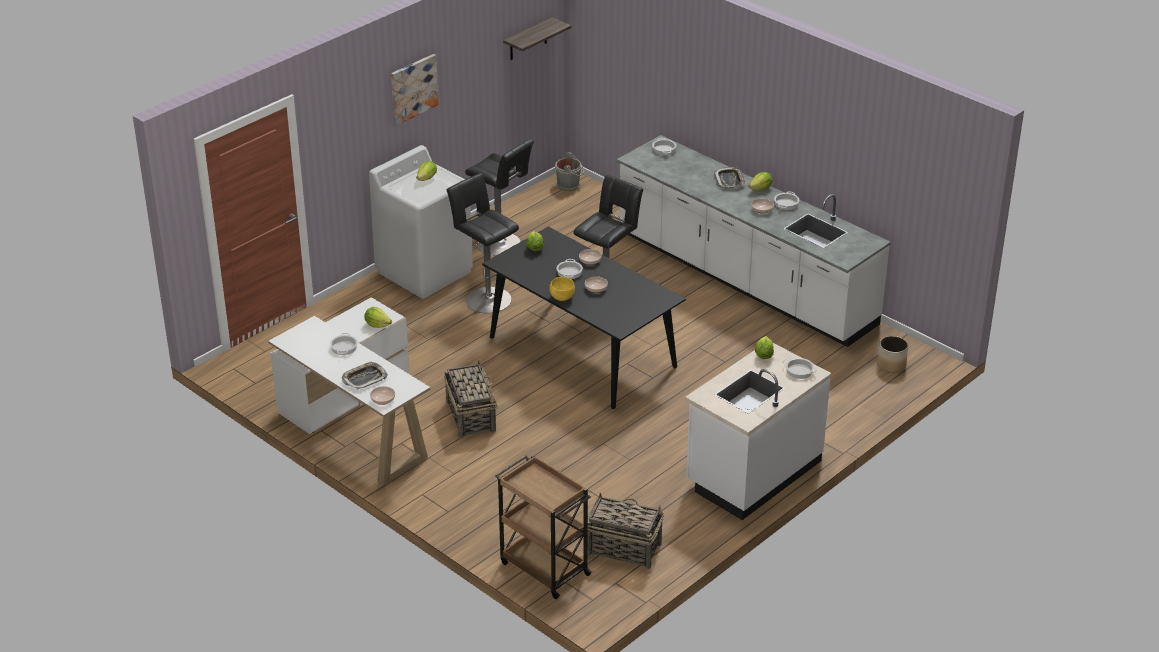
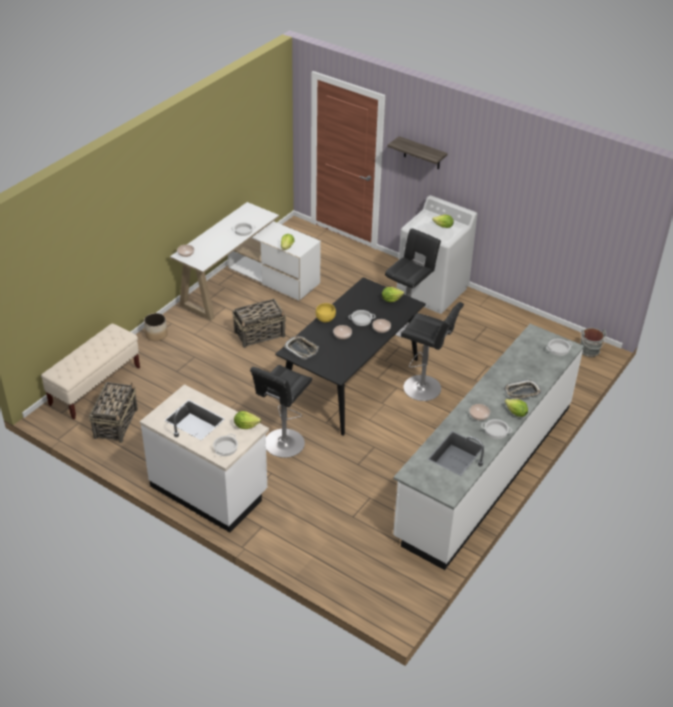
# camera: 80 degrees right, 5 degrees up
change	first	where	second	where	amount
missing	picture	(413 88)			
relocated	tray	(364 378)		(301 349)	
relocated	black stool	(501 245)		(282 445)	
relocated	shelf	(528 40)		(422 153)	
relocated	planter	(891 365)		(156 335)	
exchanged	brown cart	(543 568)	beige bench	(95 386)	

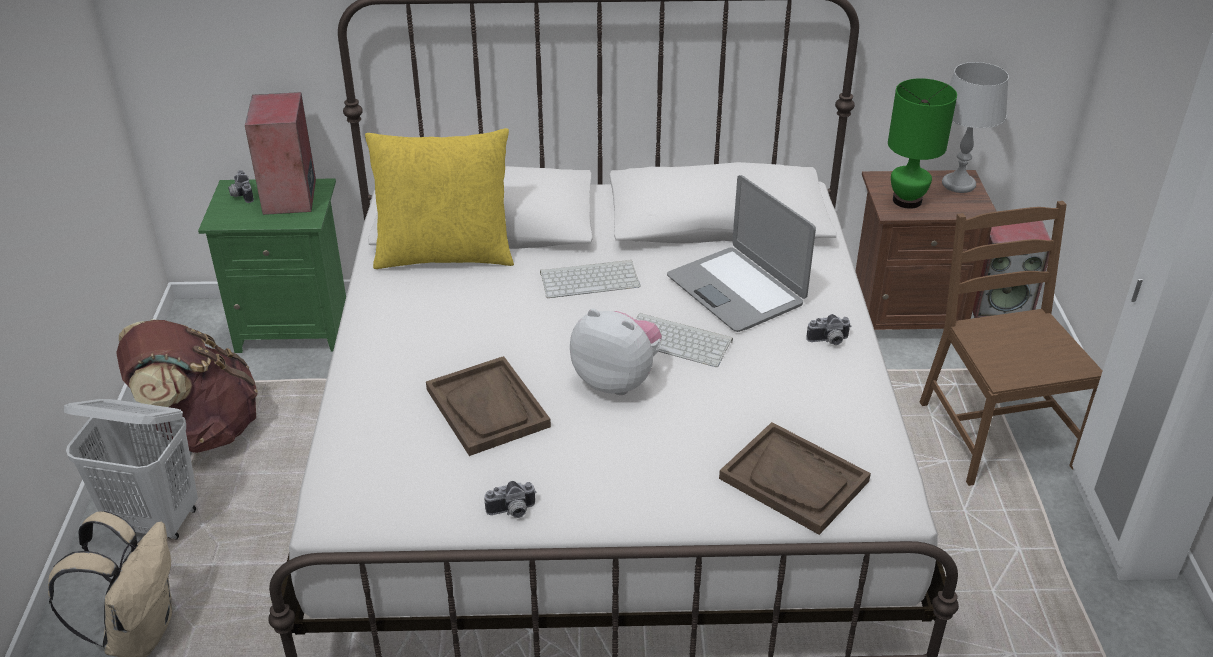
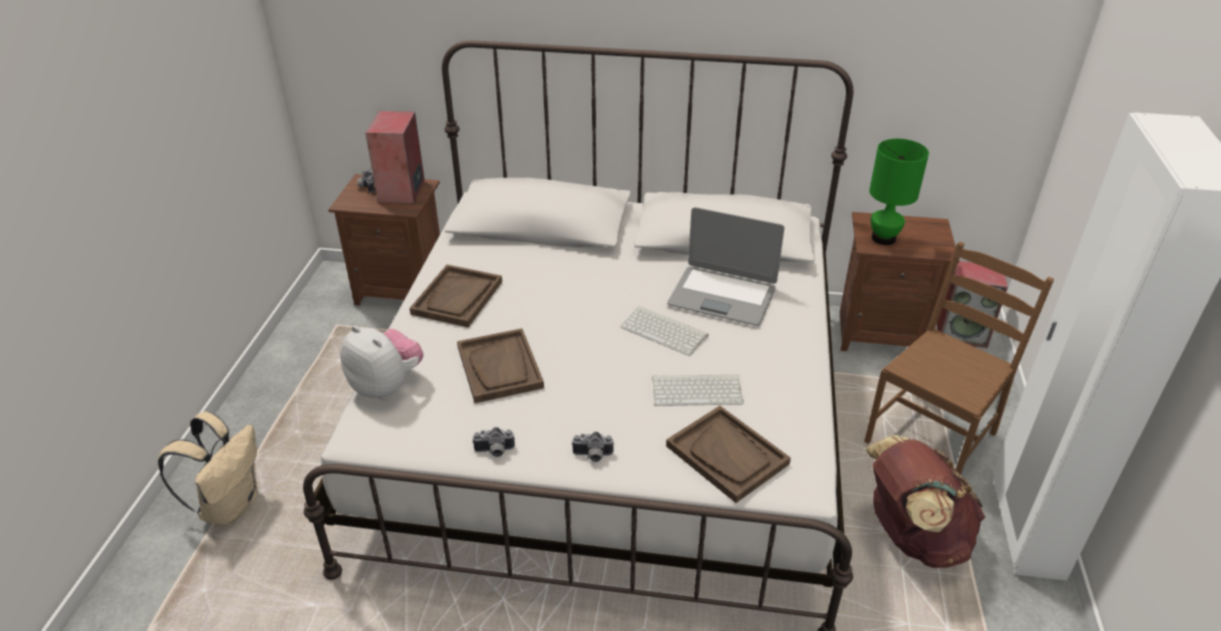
# camera: 10 degrees right, 0 degrees up
change	first	where	second	where	amount
missing	white laundry basket	(156 521)			
missing	yellow pillow	(445 254)			
missing	grey table lamp	(958 184)			
appeared			brown tray	(457 298)	
relocated	brown backpack	(201 429)		(912 536)	
relocated	keyboard	(590 279)		(698 390)	
relocated	plush toy	(617 380)		(387 386)	
relocated	photo camera	(829 341)		(592 456)	
colour	green nightstand	(294 326)	brown nightstand	(402 289)	
spun	laptop	(736 290)		(722 296)	45 degrees counterclockwise
spun	brown chair	(993 434)		(932 437)	45 degrees clockwise

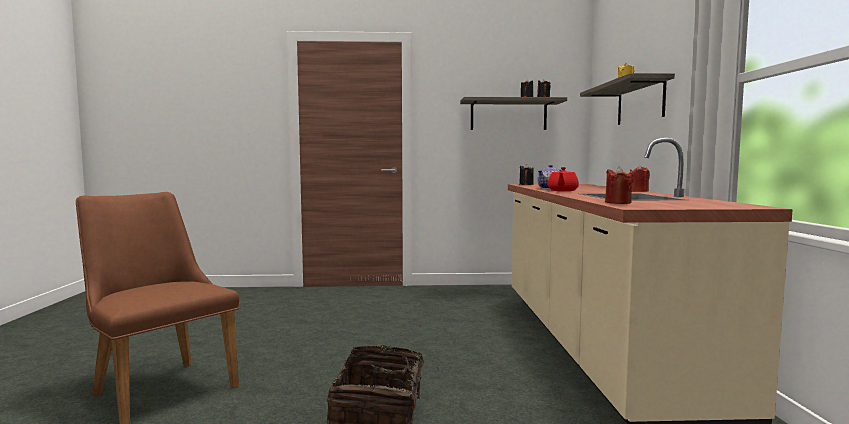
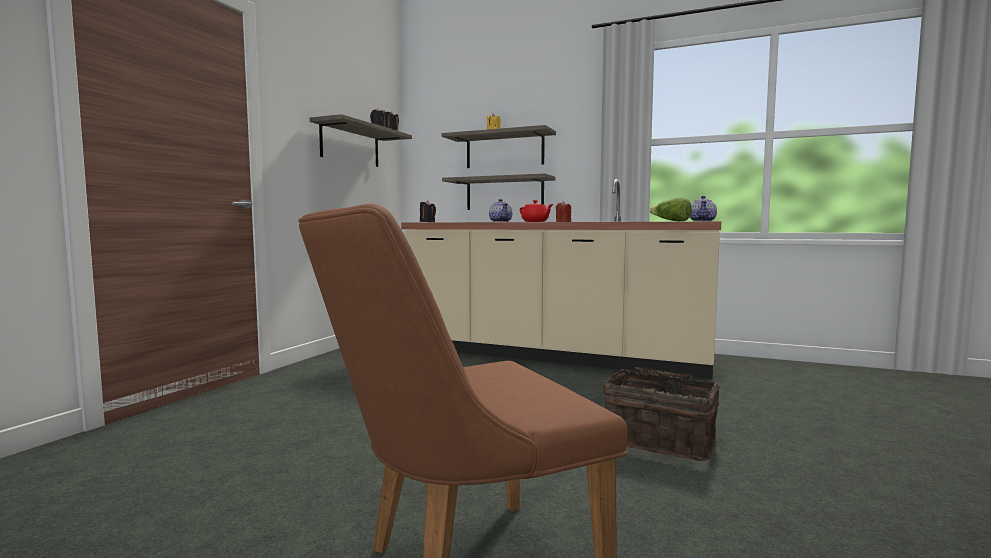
# camera: 65 degrees left, 0 degrees up
change	first	where	second	where	amount
appeared			shelf	(504 194)	
appeared			teapot	(702 221)	
exchanged	red candle	(618 203)	lettuce	(671 221)	

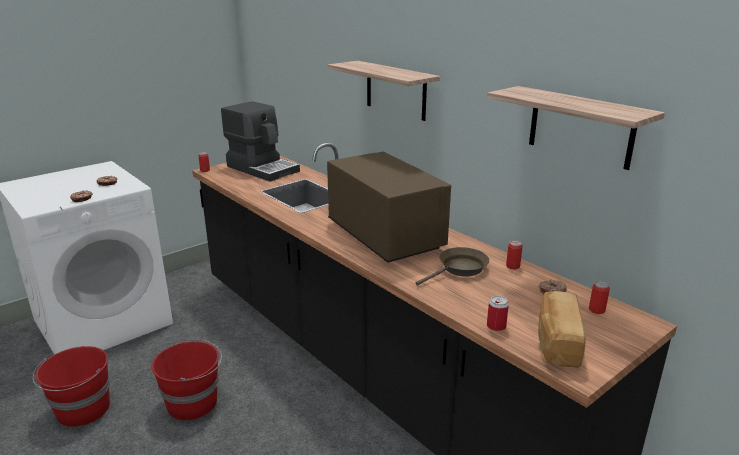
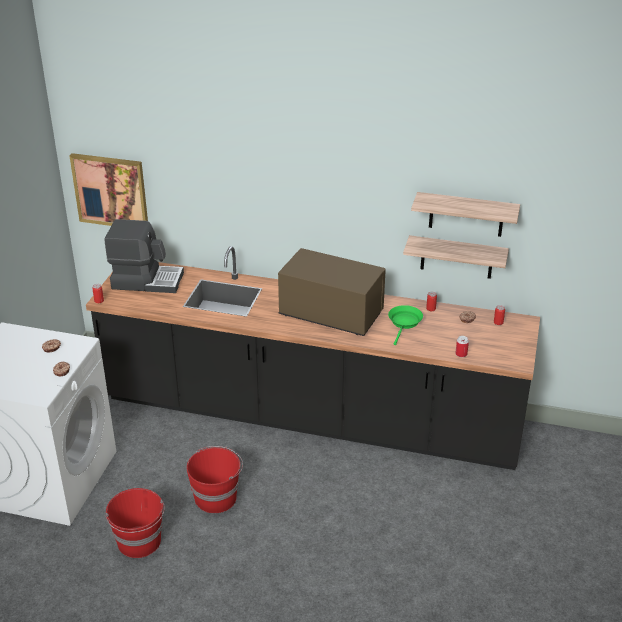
# camera: 35 degrees left, 10 degrees up
change	first	where	second	where	amount
missing	bread	(556 343)			
appeared			picture	(110 191)	
relocated	shelf	(395 90)		(456 257)	
colour	brown frying pan	(460 269)	green frying pan	(404 323)	

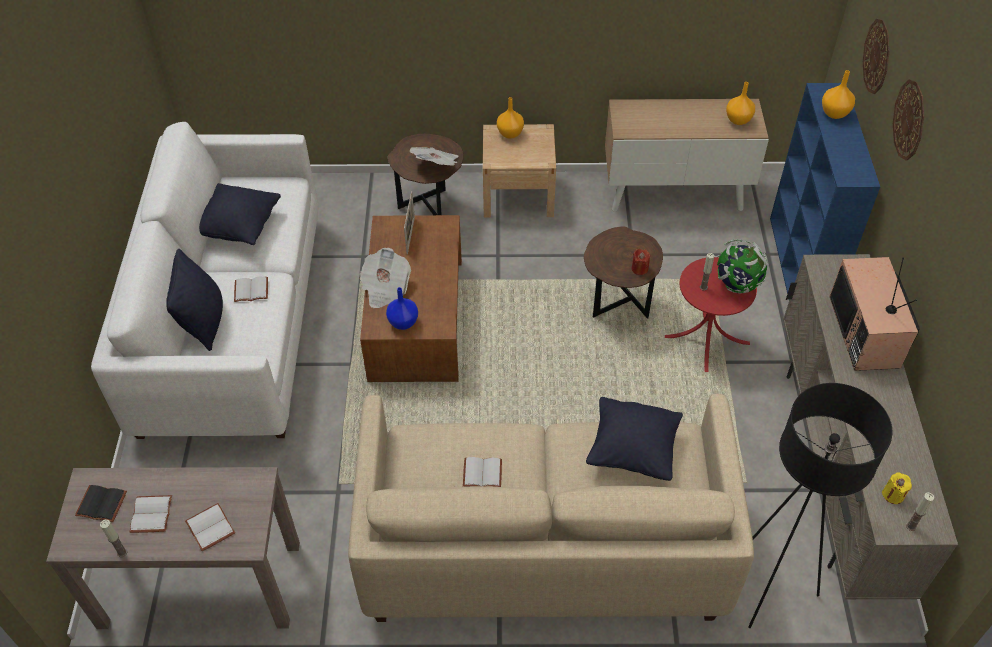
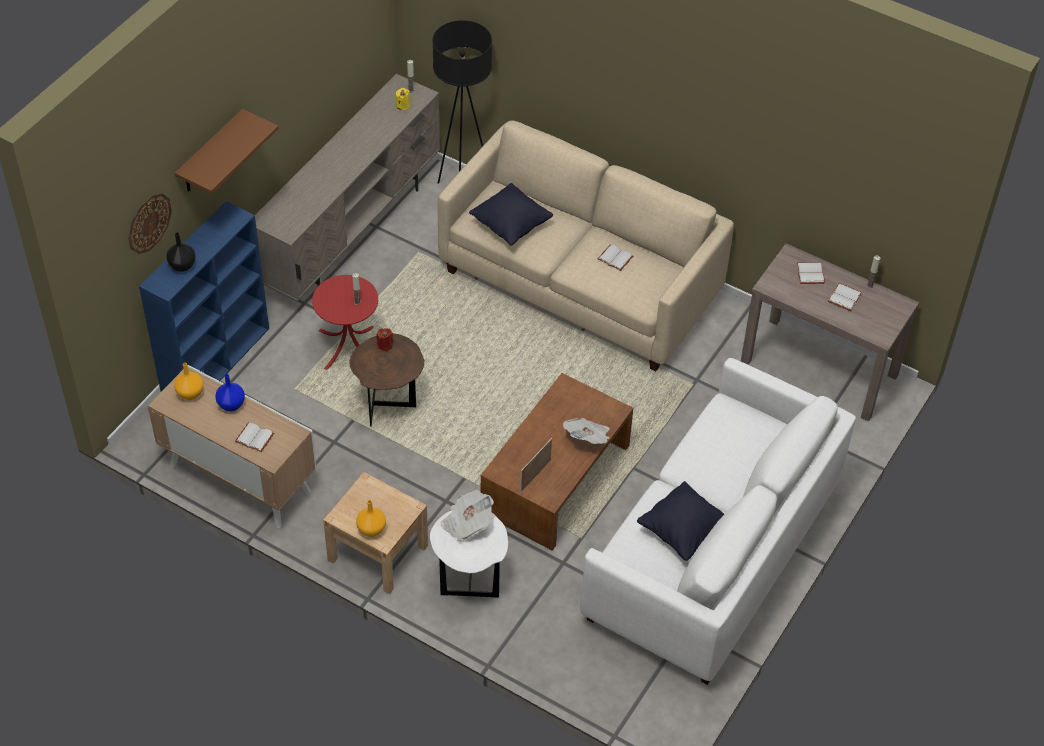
# camera: 150 degrees left, 0 degrees up
change	first	where	second	where	amount
missing	black book	(100 505)			
missing	black pillow	(203 322)			
missing	globe	(737 284)			
missing	television	(866 332)			
relocated	white book	(252 289)		(253 438)	
relocated	blue vase	(403 323)		(231 404)	
exchanged	wall clock	(909 120)	brown shelf	(210 153)	
colour	brown side table	(430 209)	white side table	(469 581)	
colour	orange vase	(834 113)	black vase	(183 265)	

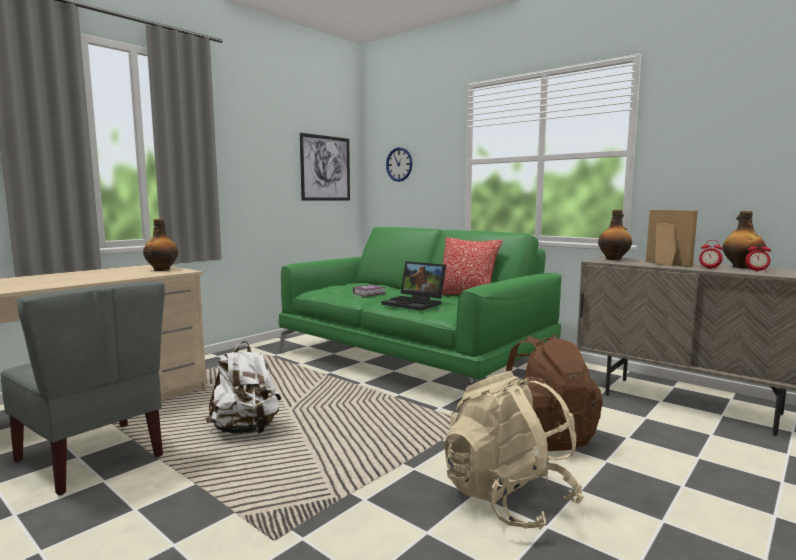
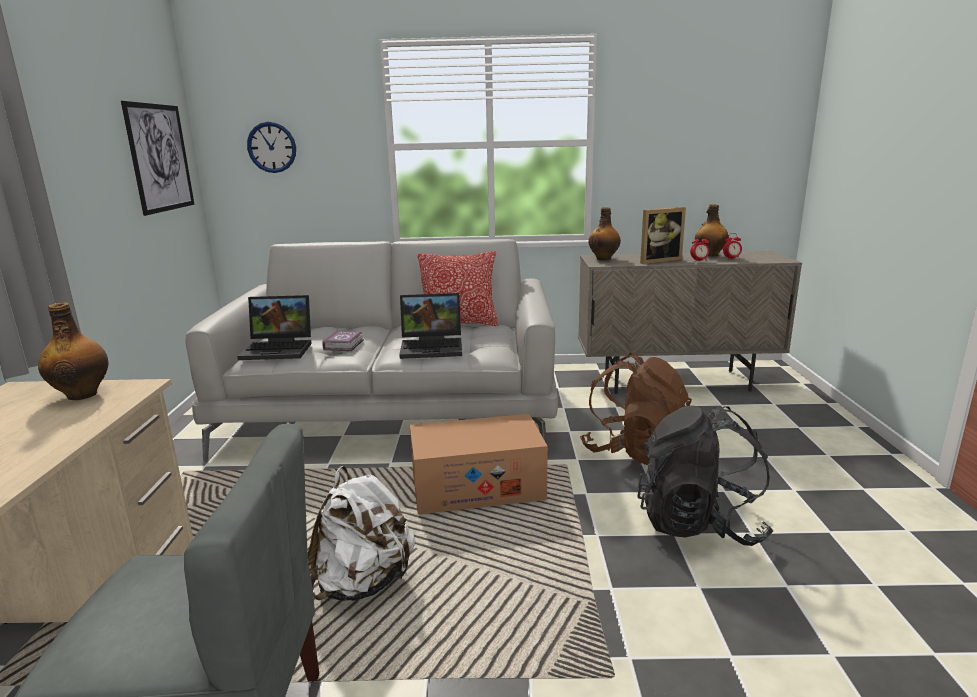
# camera: 40 degrees left, 10 degrees up
change	first	where	second	where	amount
appeared			laptop	(280 349)	
appeared			cardboard box	(477 488)	
colour	green sofa	(413 358)	grey sofa	(395 411)	
colour	beige backpack	(508 499)	black backpack	(699 524)	
spun	picture frame	(664 264)		(657 260)	135 degrees clockwise

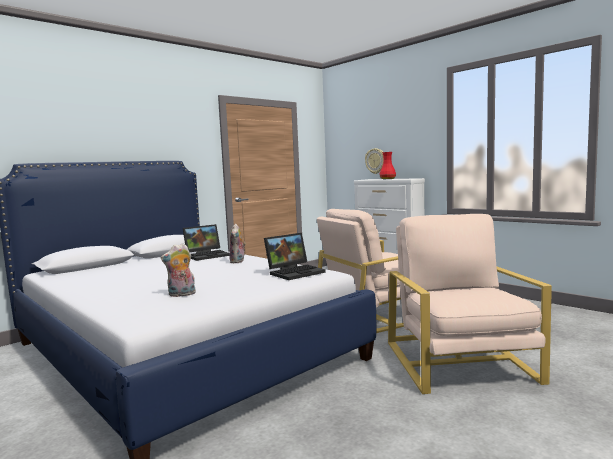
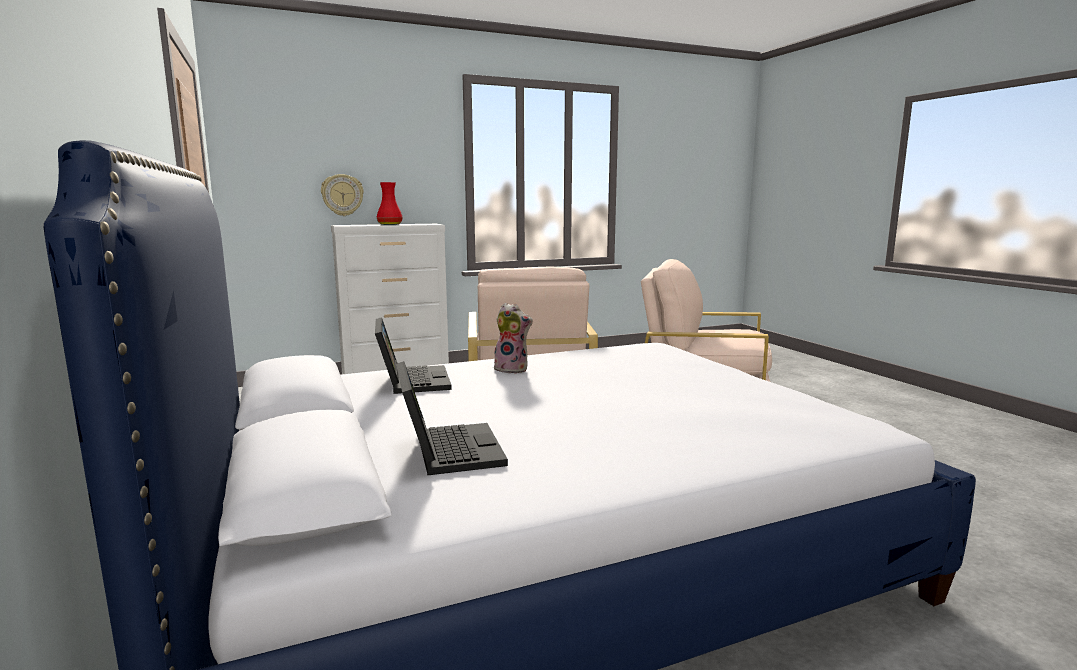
# camera: 70 degrees left, 5 degrees up
change	first	where	second	where	amount
missing	plush toy	(181 295)			
relocated	laptop	(295 272)		(447 450)	

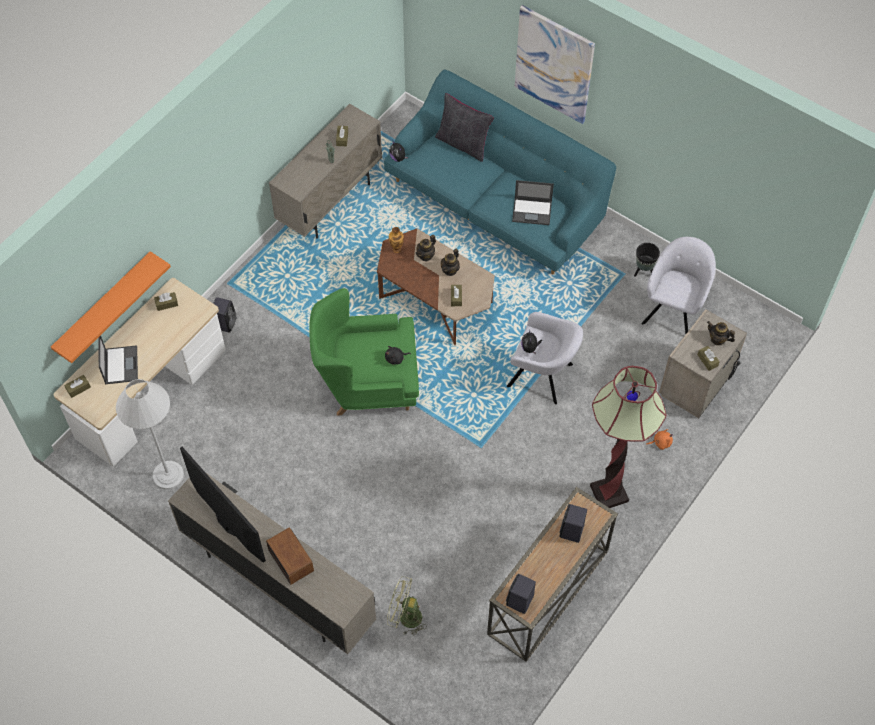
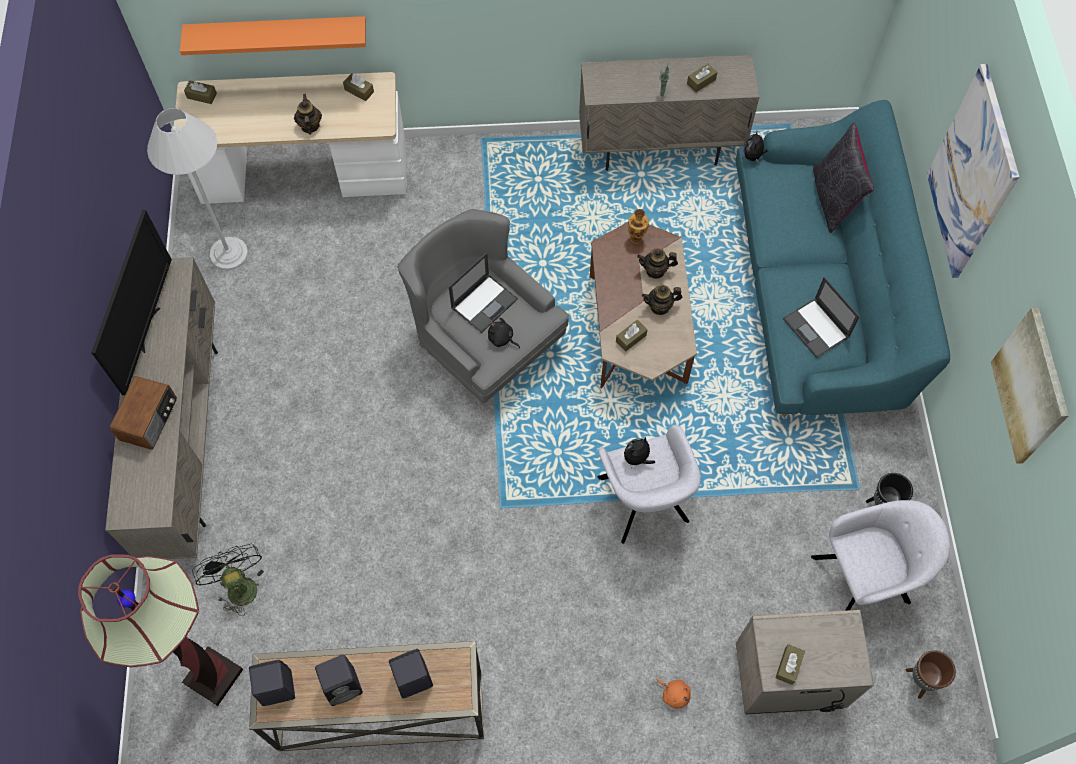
# camera: 50 degrees right, 5 degrees up
change	first	where	second	where	amount
appeared			brown planter	(920 681)	
appeared			picture	(1030 387)	
relocated	laptop	(121 364)		(484 303)	
relocated	black speaker	(225 322)		(344 685)	
relocated	floor lamp	(609 493)		(213 676)	
relocated	teapot	(718 339)		(310 126)	
colour	green armchair	(368 381)	grey armchair	(484 340)	
colour	green fan	(405 617)	black fan	(238 585)	

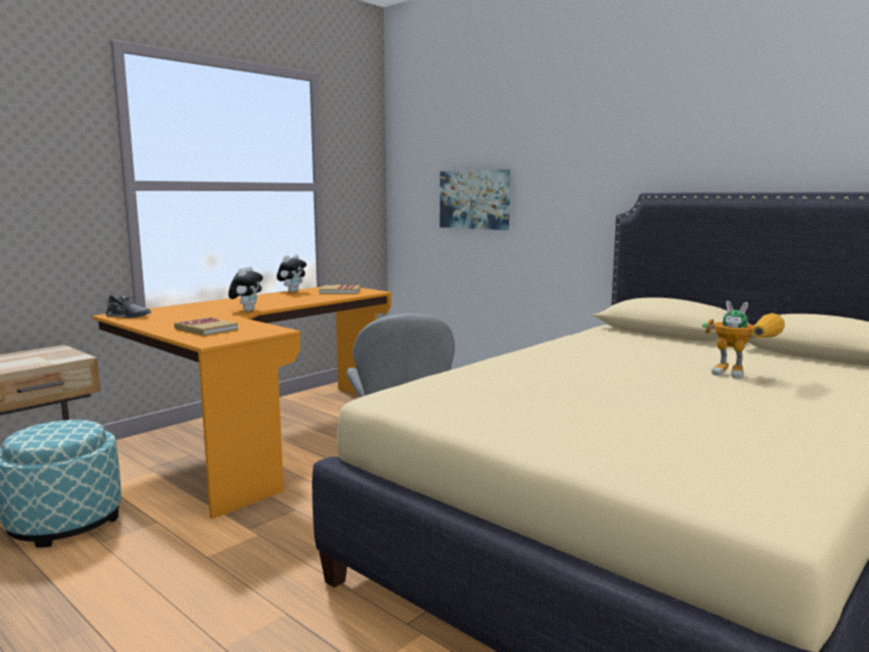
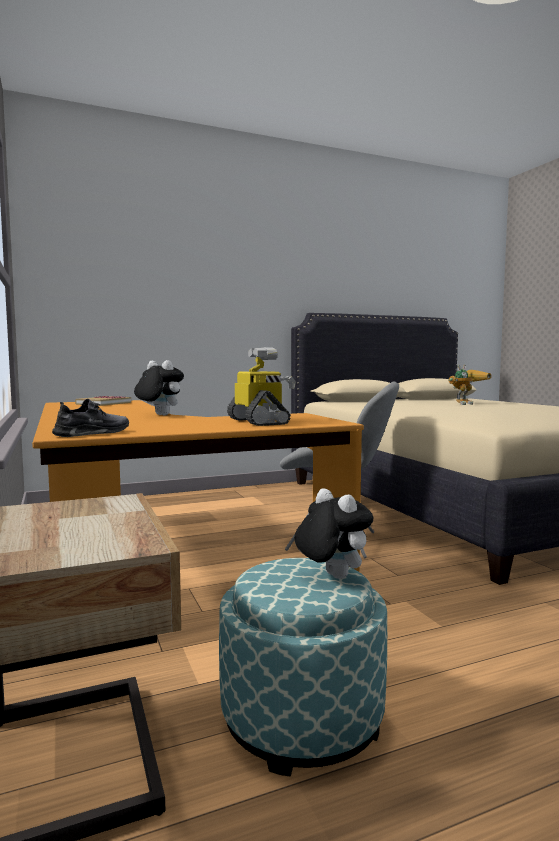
# camera: 65 degrees left, 5 degrees down
change	first	where	second	where	amount
missing	picture	(474 199)			
relocated	plush toy	(292 291)		(331 576)	
exchanged	book	(206 329)	toy robot	(259 422)	

